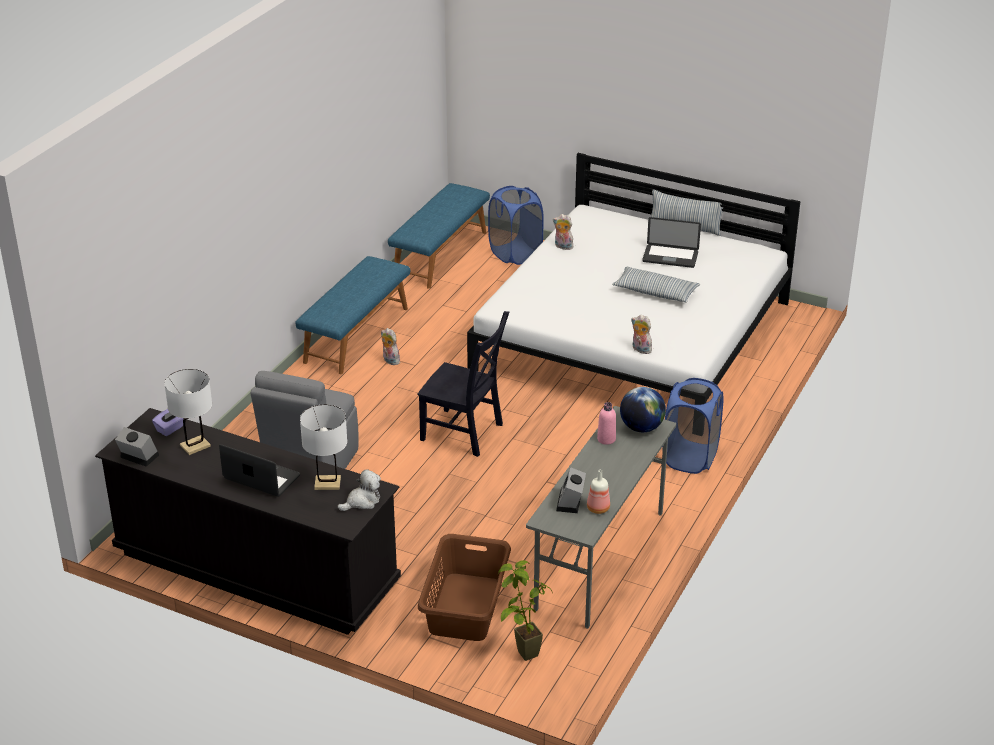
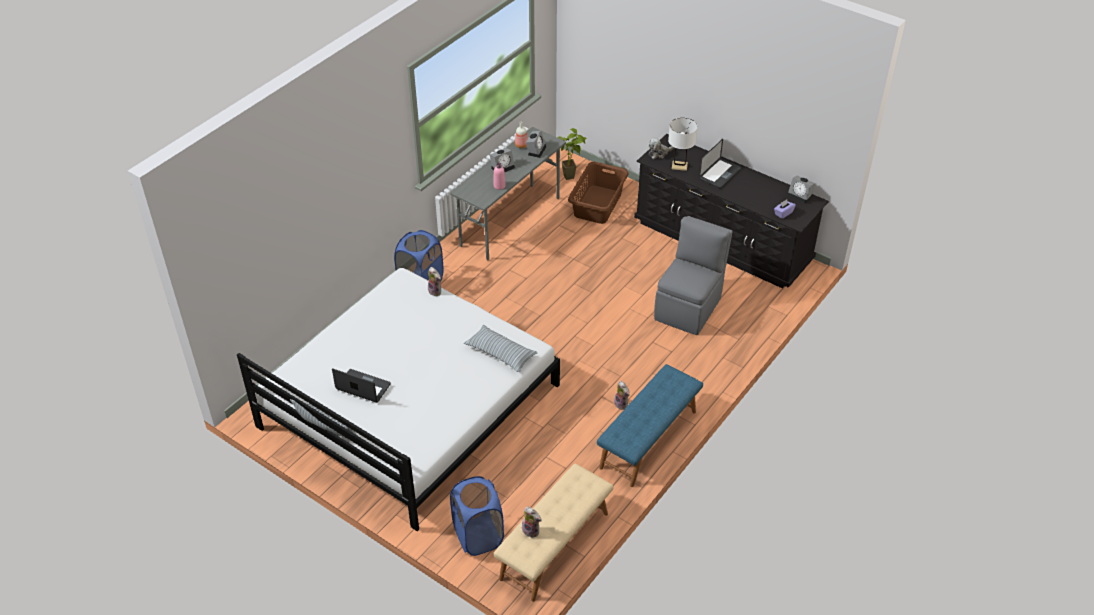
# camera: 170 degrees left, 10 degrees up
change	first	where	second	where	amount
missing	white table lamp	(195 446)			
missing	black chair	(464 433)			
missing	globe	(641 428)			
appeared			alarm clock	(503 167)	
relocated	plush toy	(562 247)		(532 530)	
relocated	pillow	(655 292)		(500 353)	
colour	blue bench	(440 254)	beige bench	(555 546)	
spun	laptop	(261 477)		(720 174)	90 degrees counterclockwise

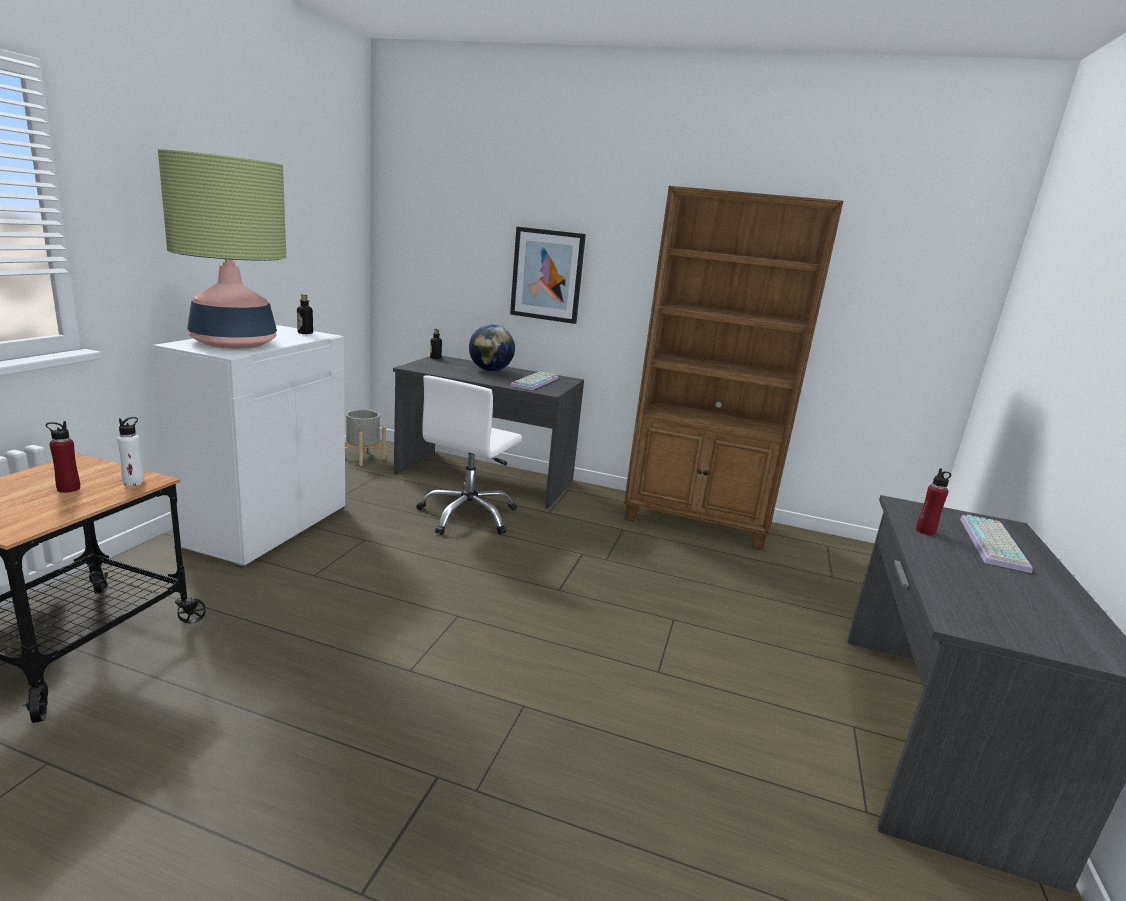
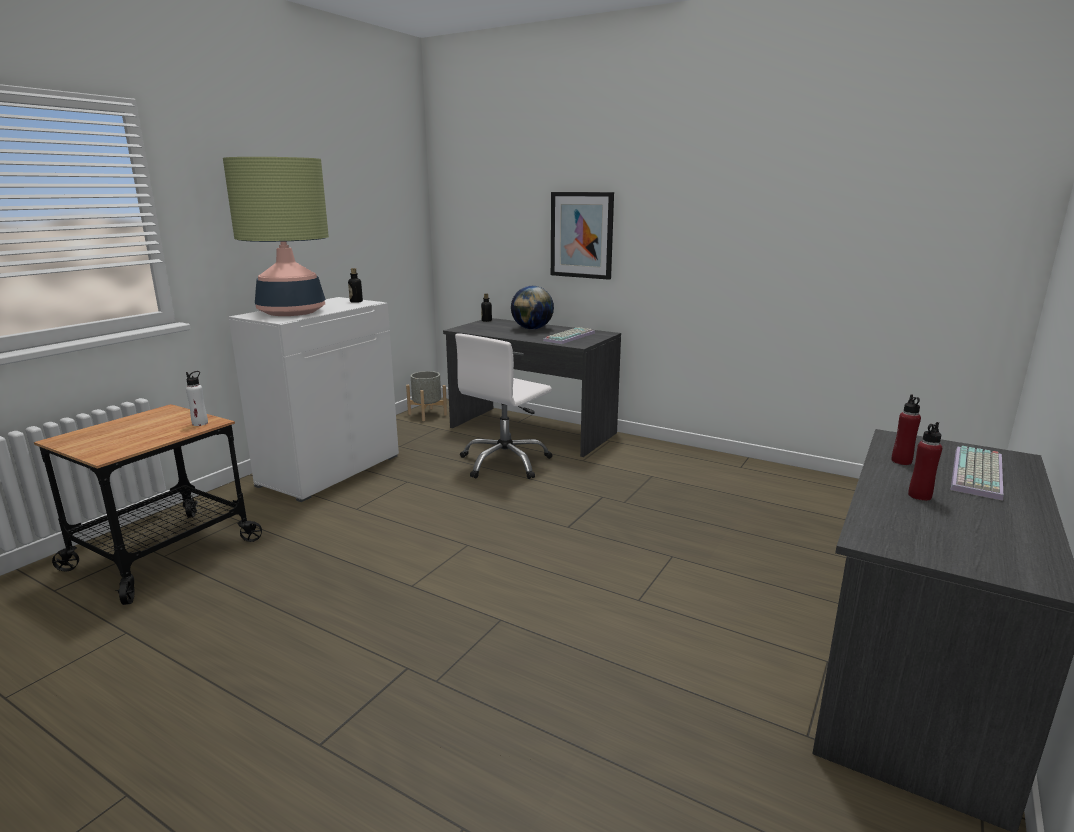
# camera: 15 degrees right, 0 degrees up
change	first	where	second	where	amount
missing	brown bookcase	(696 522)			
relocated	red bottle	(68 489)		(919 496)	

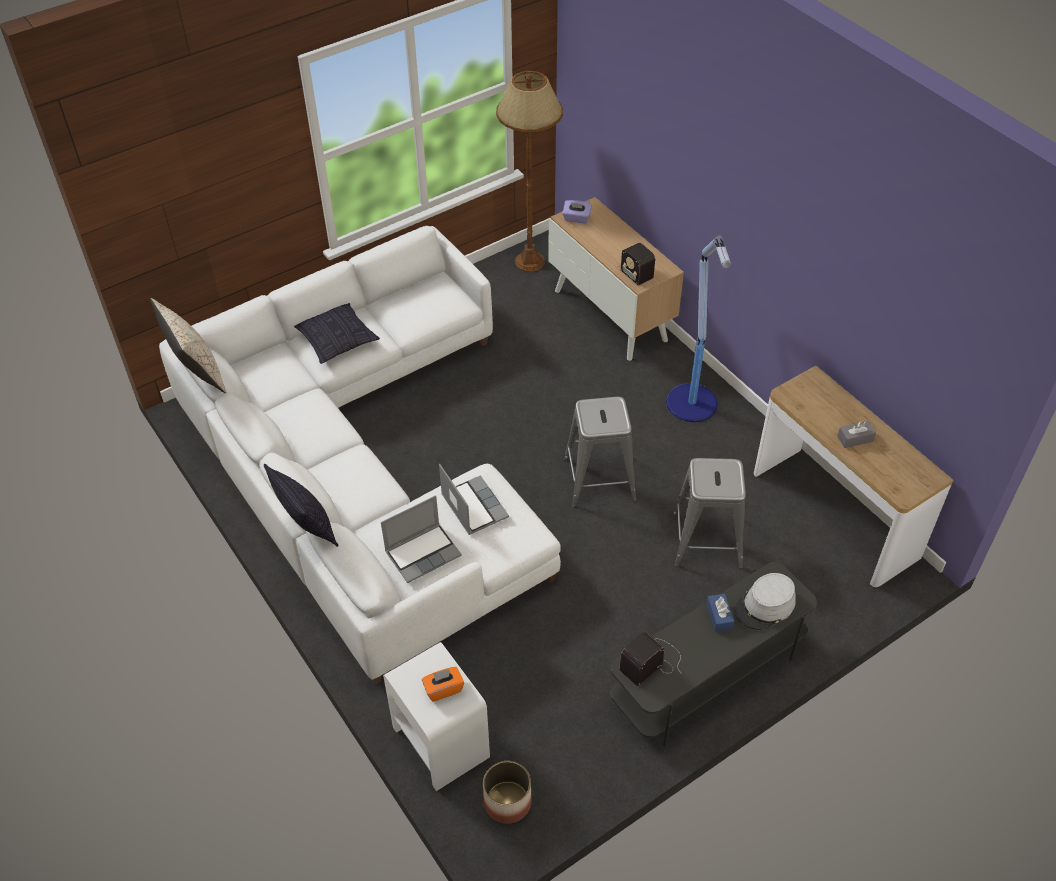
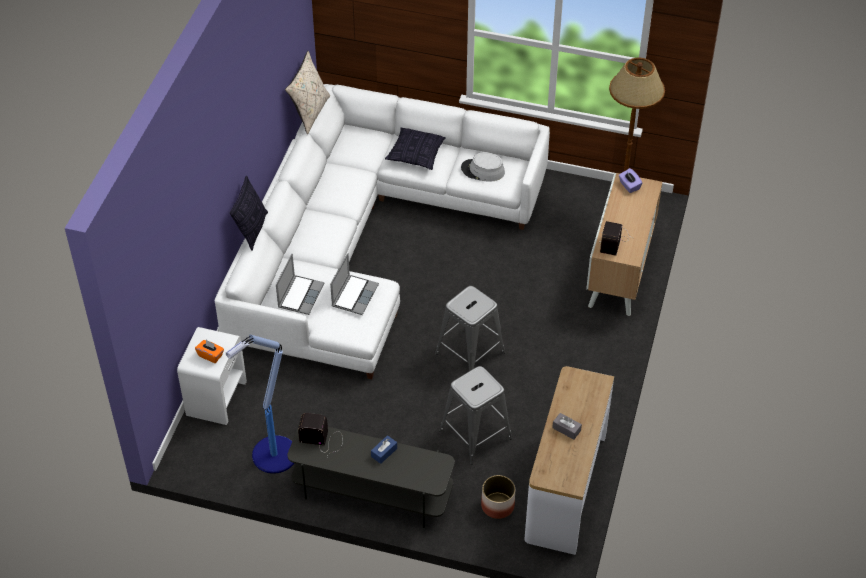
# camera: 50 degrees right, 0 degrees up
change	first	where	second	where	amount
relocated	planter	(507 802)		(497 506)	
relocated	floor lamp	(692 405)		(273 456)	
relocated	grey hat	(765 606)		(482 170)	
spun	laptop	(423 553)		(300 295)	90 degrees counterclockwise

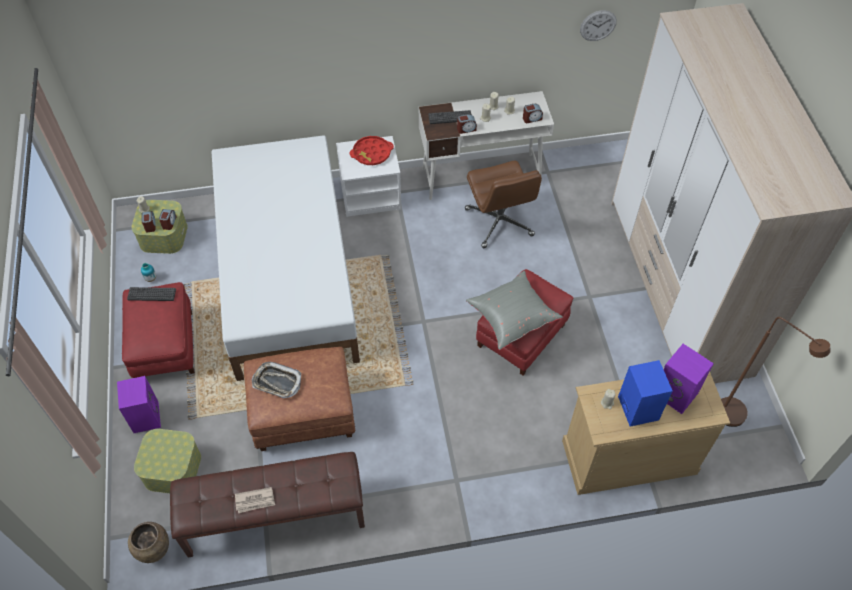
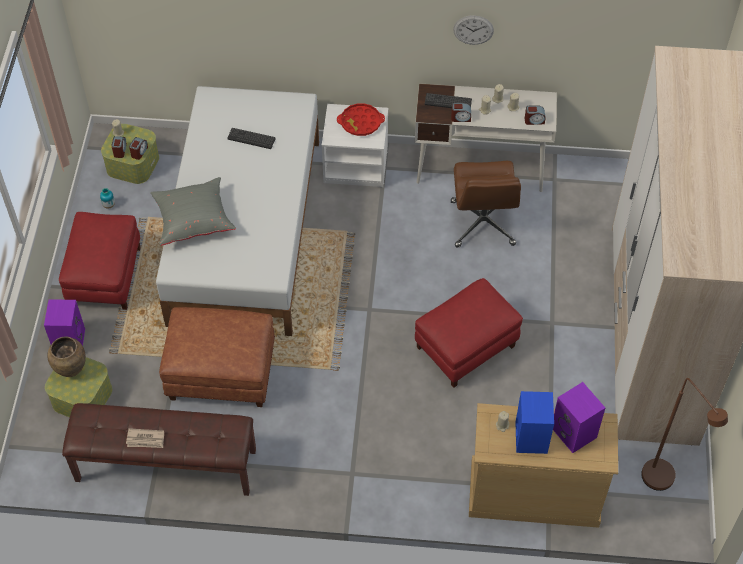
# camera: 15 degrees right, 0 degrees up
change	first	where	second	where	amount
missing	tray	(277 382)			
relocated	keyboard	(151 294)		(251 138)	
relocated	brown vase	(154 551)		(70 369)	
relocated	grey pillow	(511 317)		(193 219)	
relocated	wall clock	(598 25)		(473 30)	

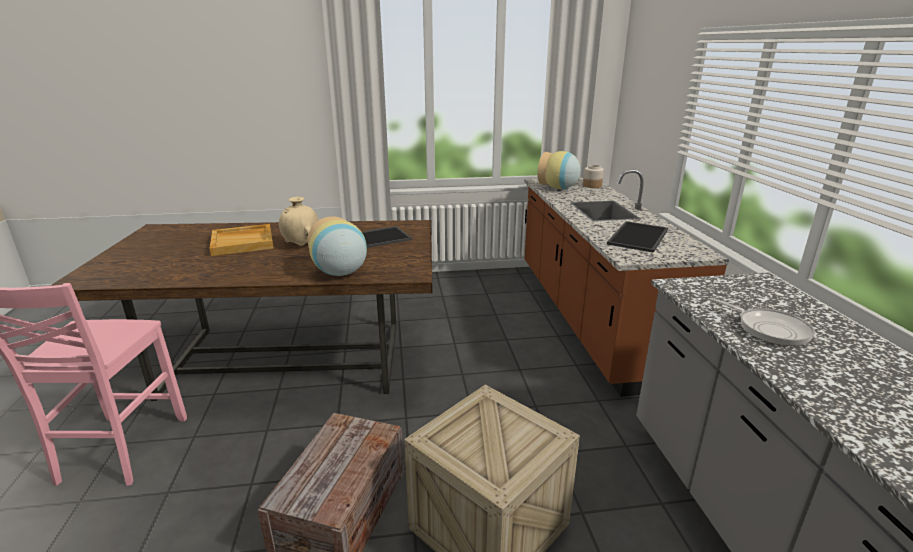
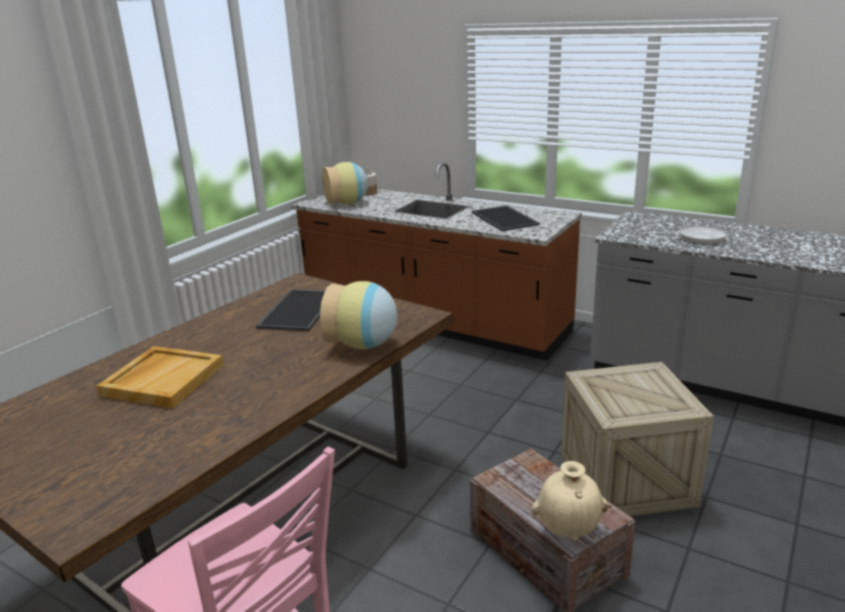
# camera: 50 degrees left, 0 degrees up
change	first	where	second	where	amount
relocated	beige vase	(302 245)		(569 531)	

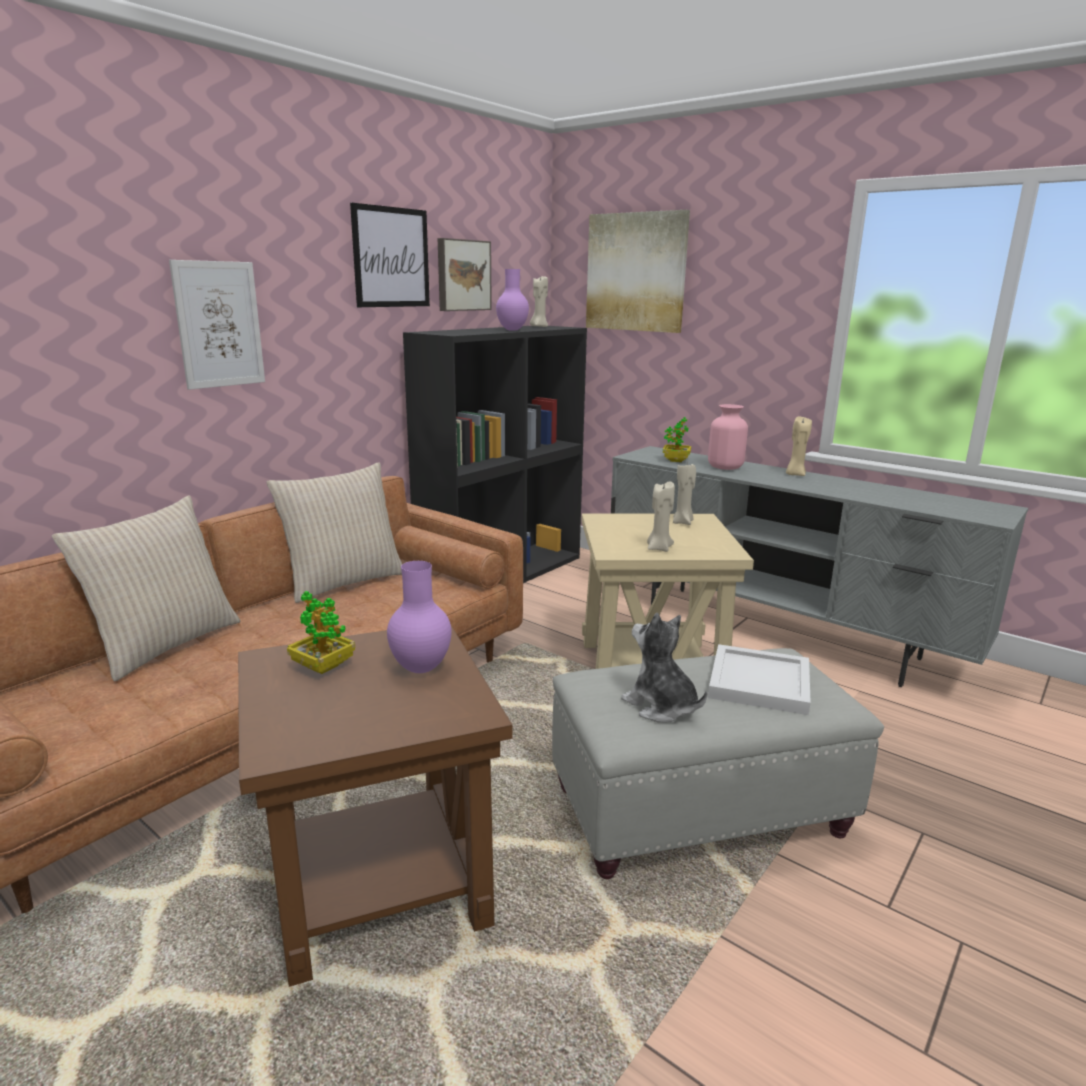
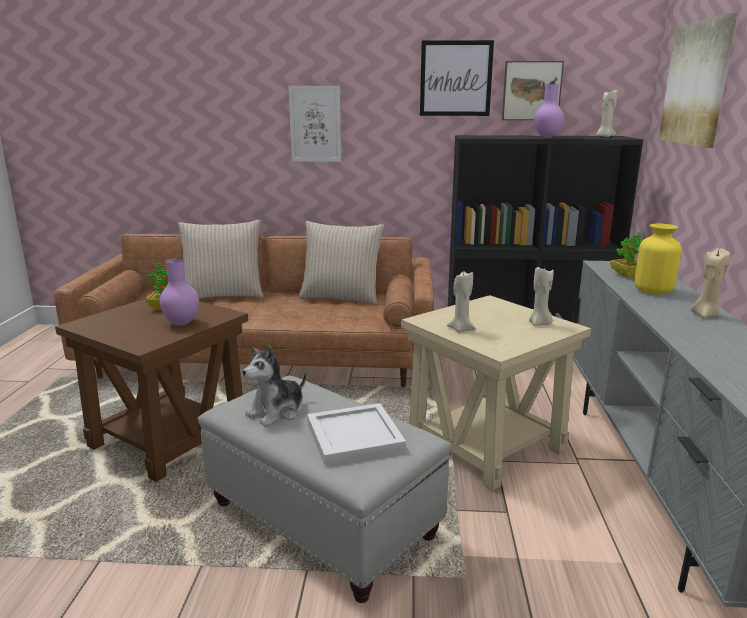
# camera: 55 degrees right, 0 degrees up
change	first	where	second	where	amount
colour	pink vase	(725 467)	yellow vase	(653 291)	
spun	plush toy	(661 706)		(277 412)	150 degrees counterclockwise

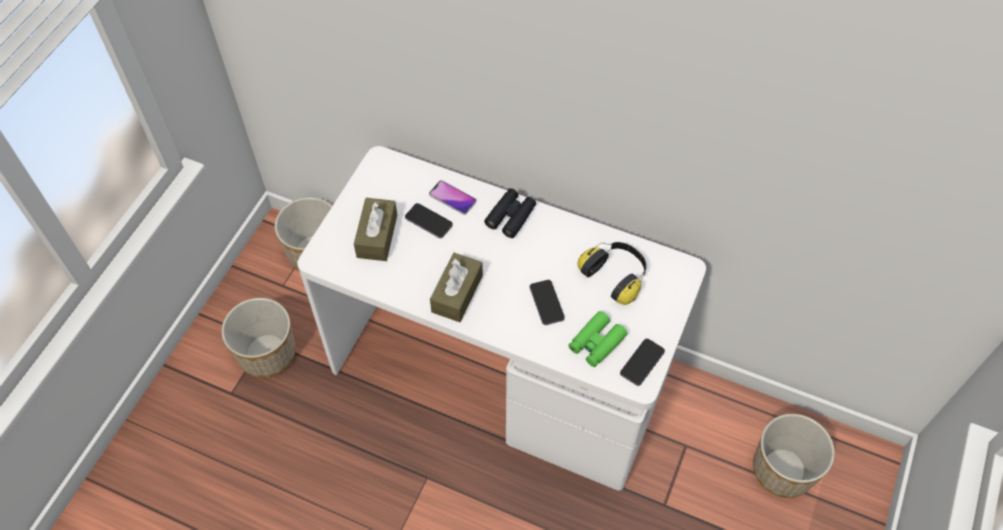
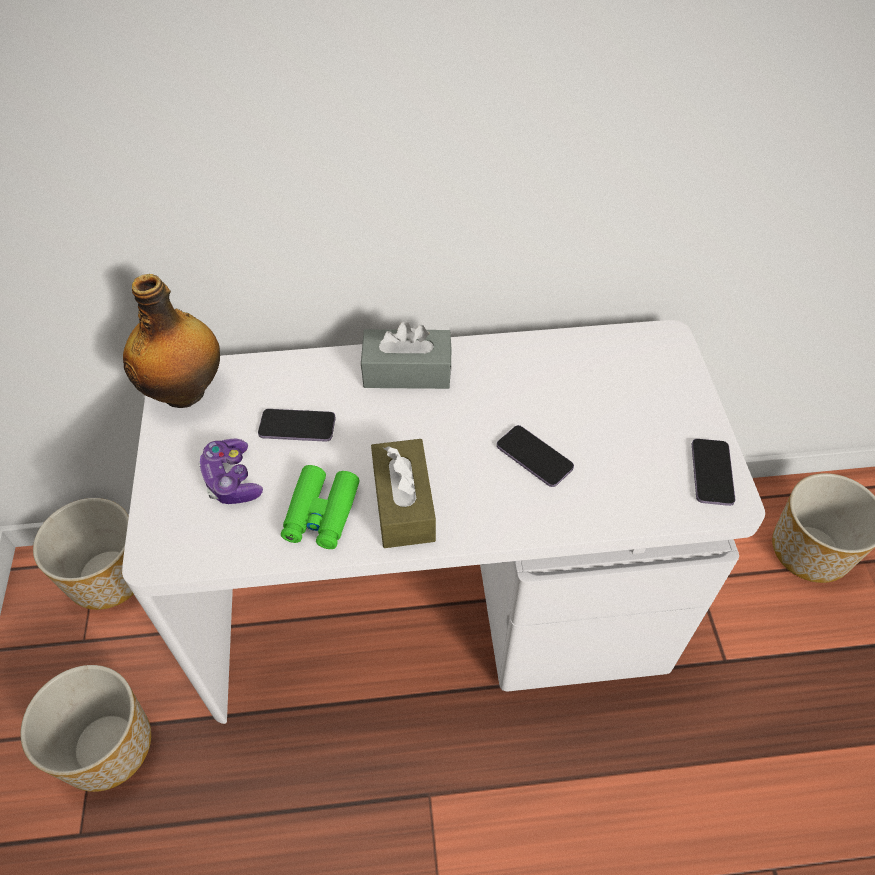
# camera: 30 degrees left, 5 degrees down
change	first	where	second	where	amount
missing	phone	(452 198)			
missing	headphones	(616 276)			
appeared			bottle	(186 391)	
relocated	green binoculars	(596 343)		(321 514)	
exchanged	brown tissue box	(377 236)	game controller	(232 480)	
exchanged	black binoculars	(511 216)	grey tissue box	(407 371)	

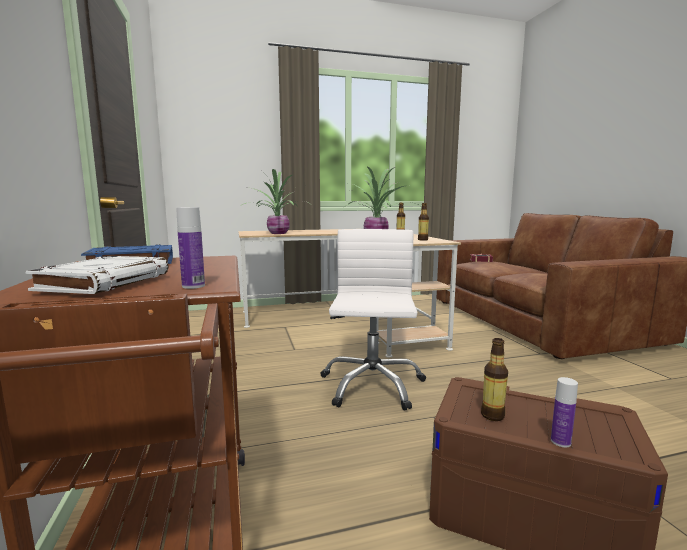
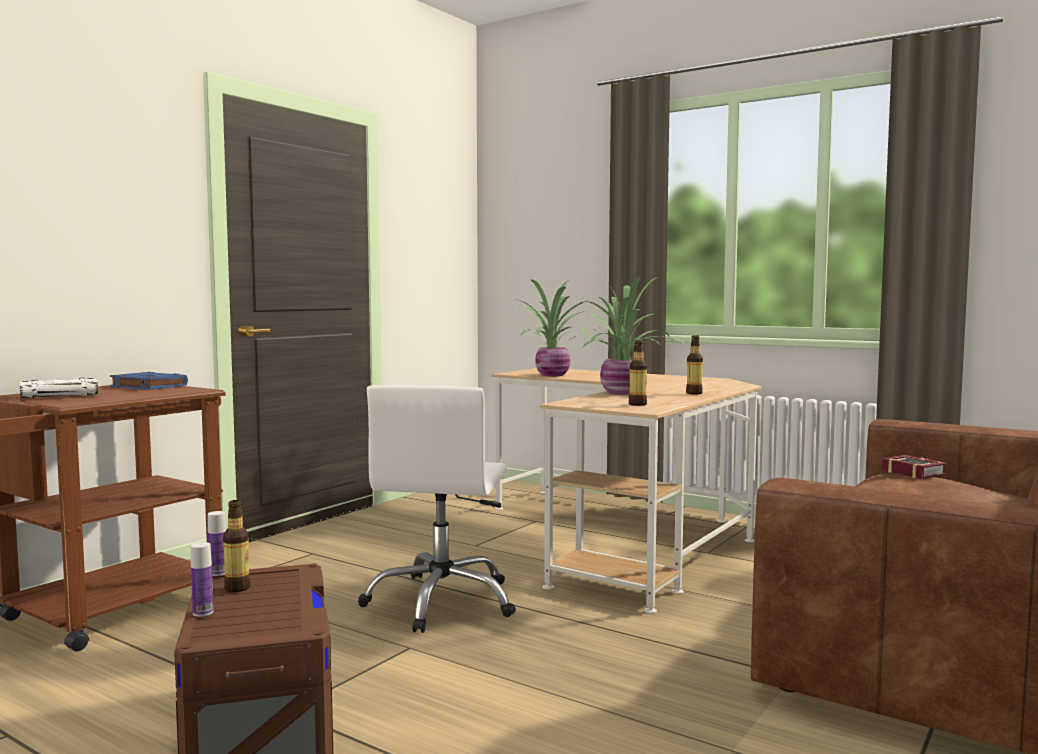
# camera: 50 degrees right, 5 degrees down
change	first	where	second	where	amount
relocated	bottle	(193 286)		(218 573)	
spun	white office chair	(371 385)		(442 602)	135 degrees clockwise

